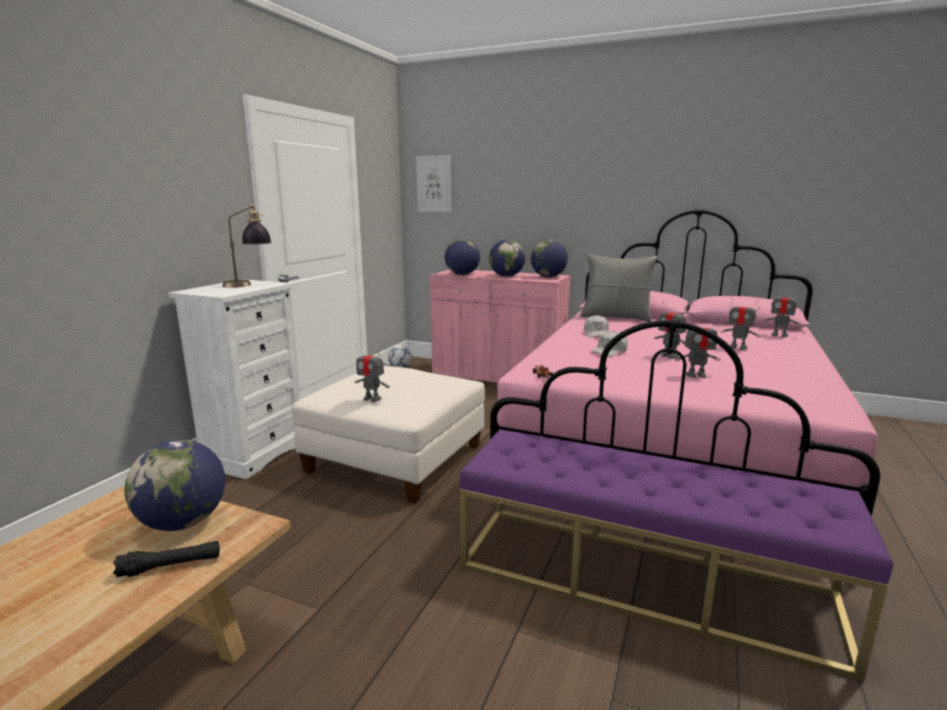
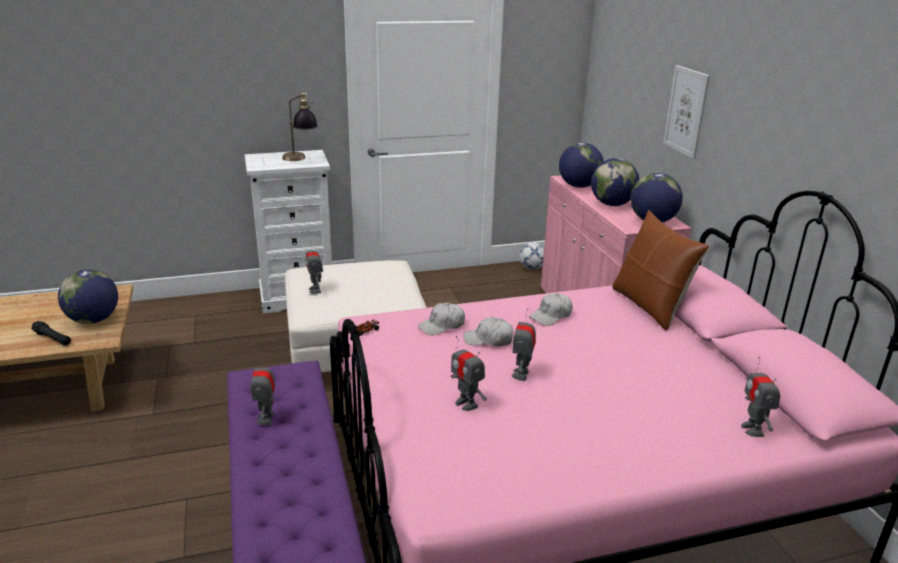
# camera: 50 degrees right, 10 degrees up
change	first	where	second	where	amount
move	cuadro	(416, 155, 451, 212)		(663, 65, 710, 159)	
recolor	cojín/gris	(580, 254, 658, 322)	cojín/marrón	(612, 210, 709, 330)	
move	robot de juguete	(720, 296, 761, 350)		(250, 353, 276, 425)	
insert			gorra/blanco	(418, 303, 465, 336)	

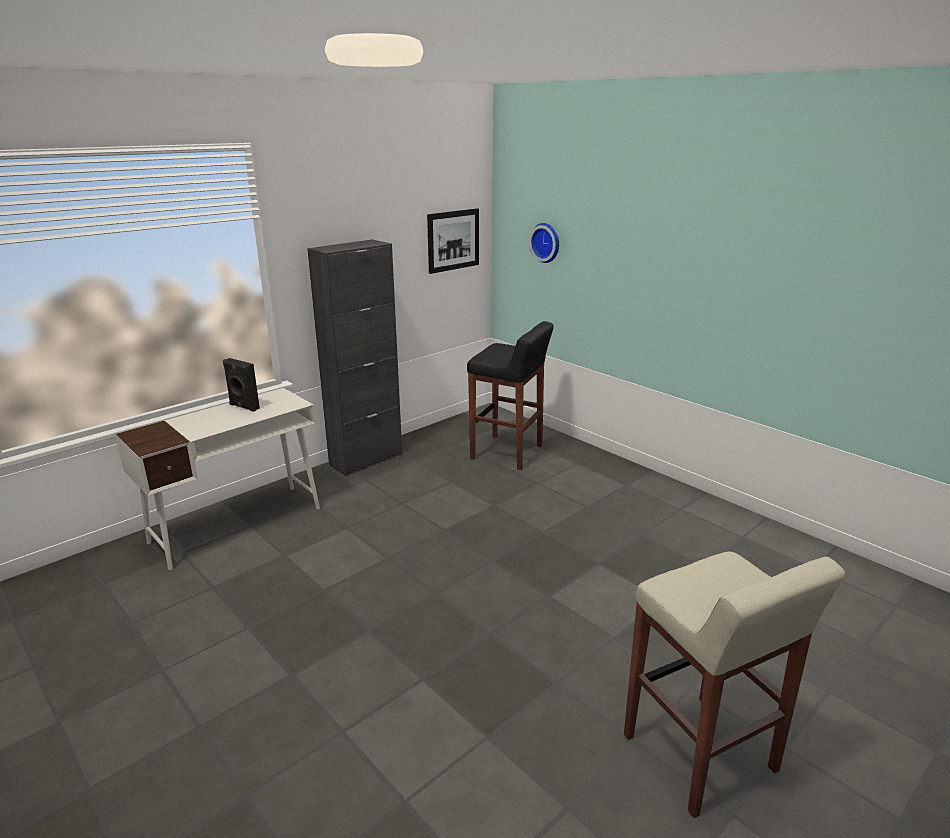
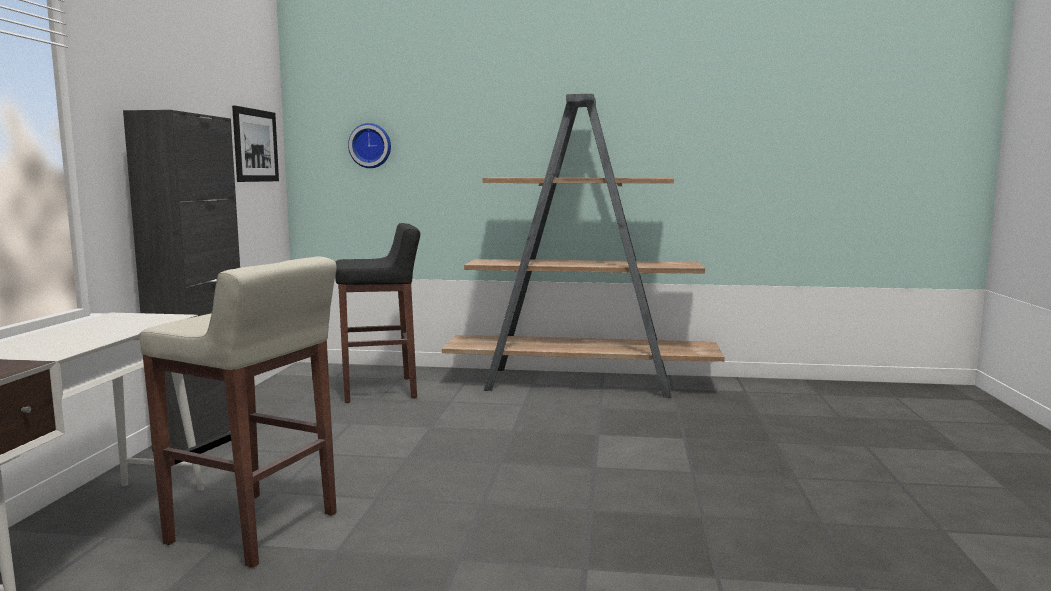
# camera: 40 degrees left, 15 degrees down
change	first	where	second	where	amount
delete	altavoz/negro	(223, 358, 260, 412)			
move	taburete/beis	(624, 552, 845, 818)		(139, 257, 337, 568)	
insert			estantería/marrón	(442, 94, 725, 398)	

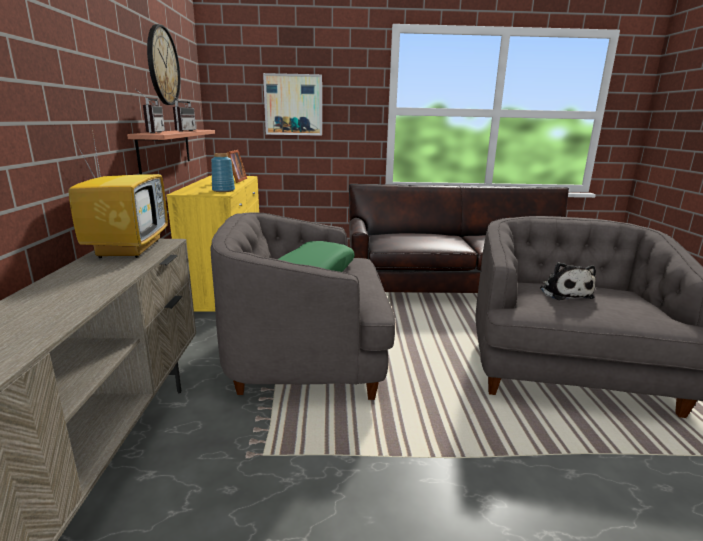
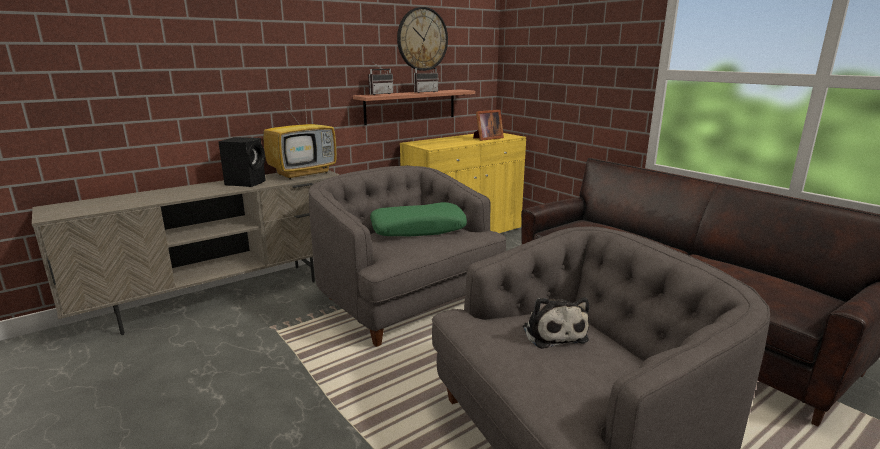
# camera: 55 degrees right, 0 degrees up
change	first	where	second	where	amount
delete	cuadro	(263, 73, 322, 136)			
delete	florero/azul	(211, 153, 235, 192)			
rotate	peluche	(540, 262, 596, 300)		(523, 297, 589, 349)	60 degrees counterclockwise
insert			altavoz/negro	(218, 137, 266, 187)	

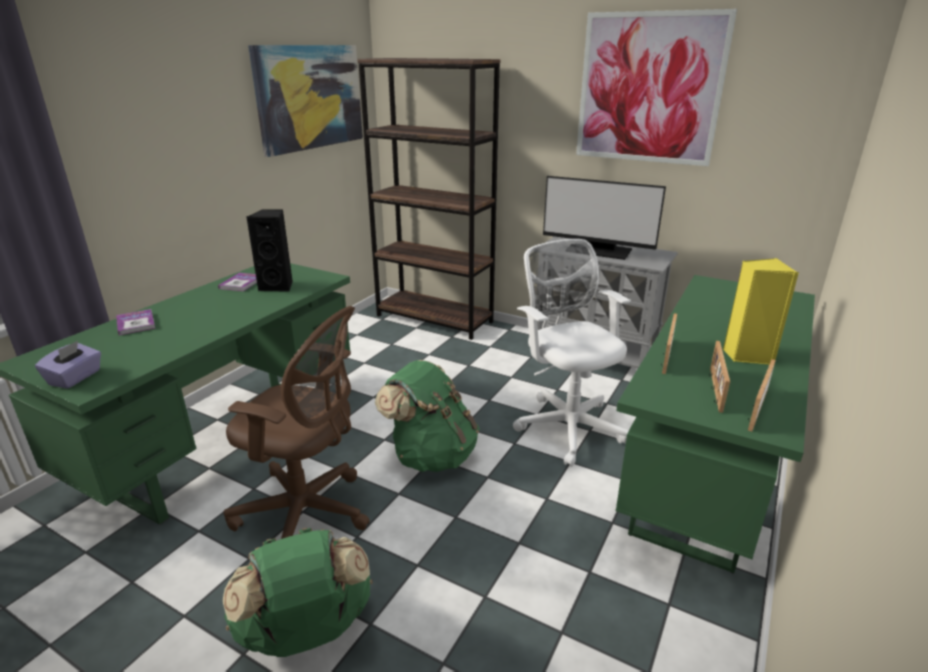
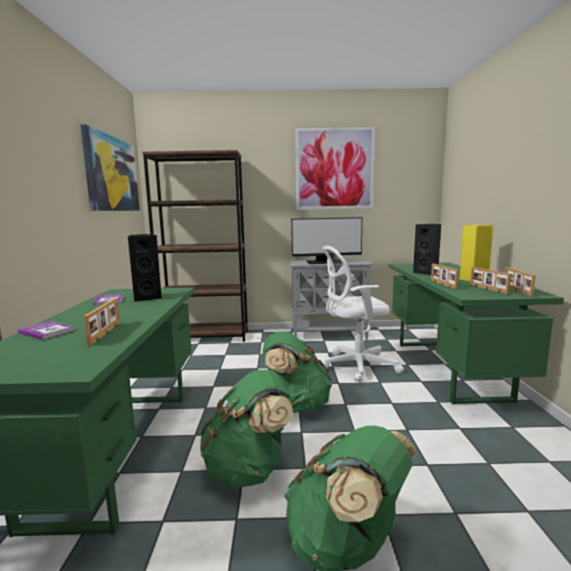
# camera: 30 degrees left, 15 degrees down
change	first	where	second	where	amount
rotate	silla de oficina/blanco	(513, 239, 631, 467)		(322, 246, 404, 382)	45 degrees counterclockwise
replace	silla de oficina/marrón	(223, 306, 370, 539)	mochila/verde	(200, 370, 293, 488)	
delete	caja de pañuelos/morado	(35, 341, 101, 389)			
insert			altavoz/negro	(413, 224, 441, 275)	
insert			portarretratos	(84, 298, 120, 346)	

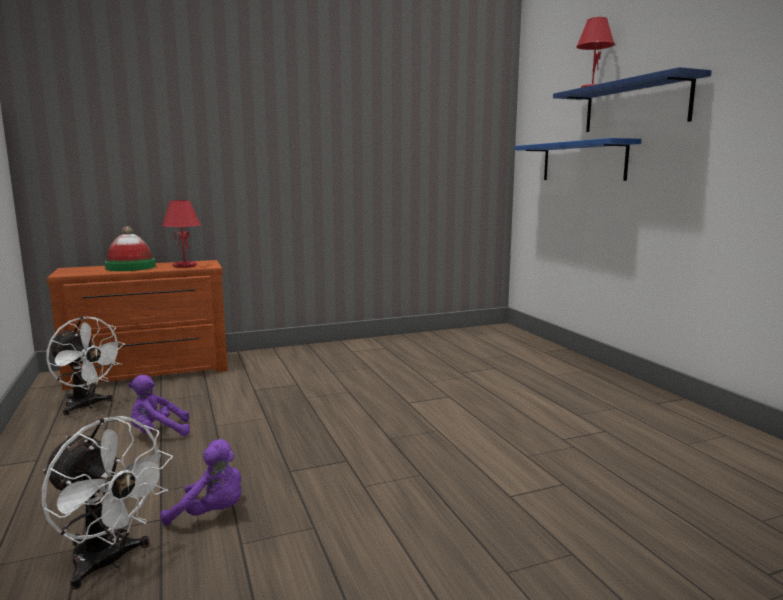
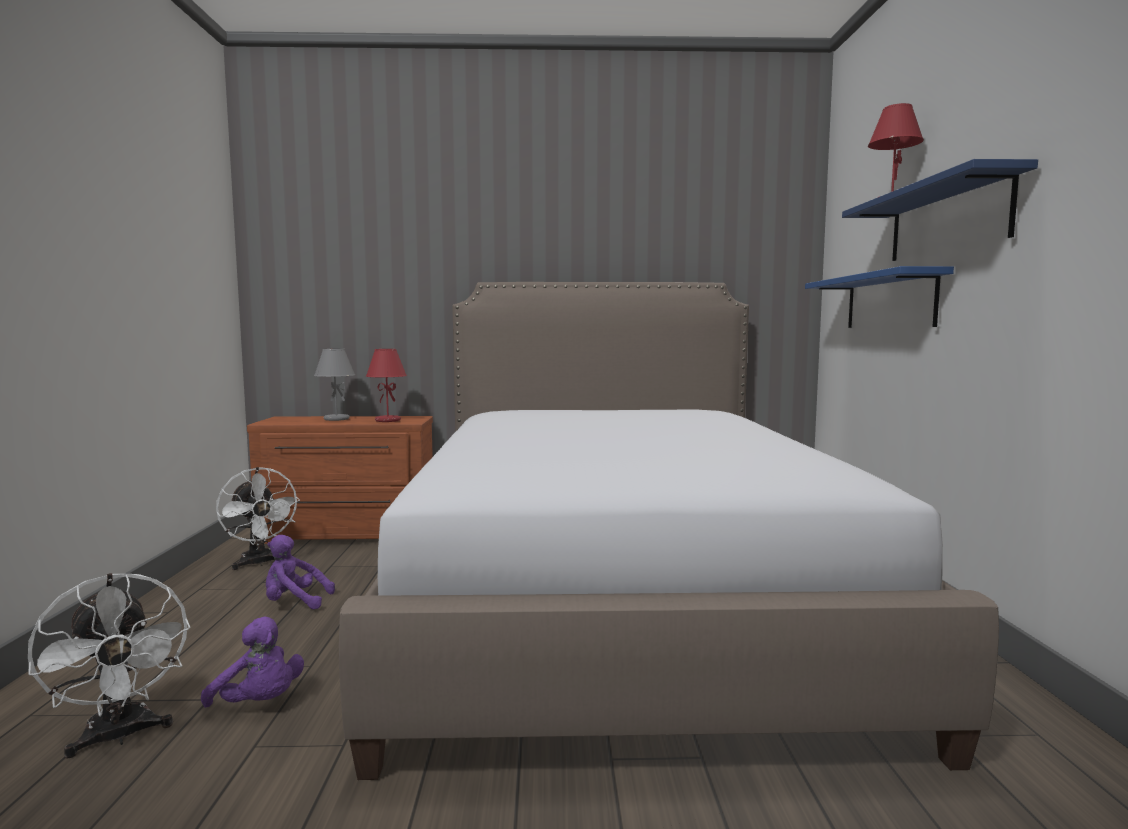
# camera: 20 degrees right, 5 degrees down
change	first	where	second	where	amount
replace	sombrero	(105, 226, 156, 271)	lámpara de mesa/gris	(314, 348, 355, 421)	
insert			cama	(339, 282, 999, 780)	

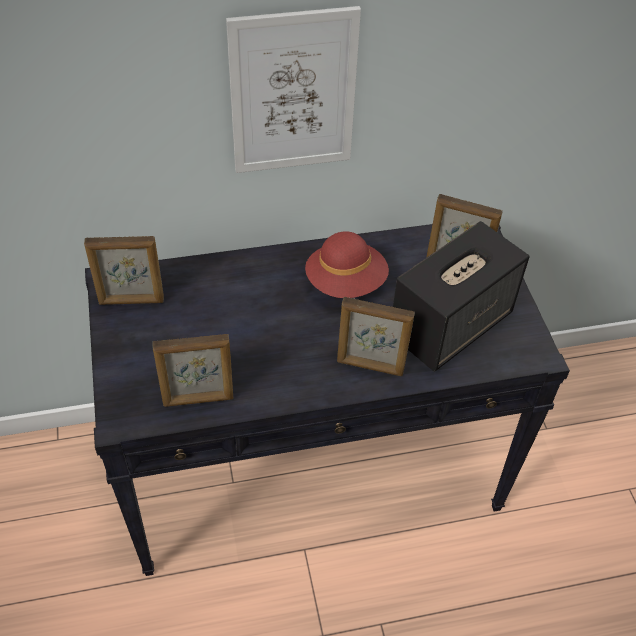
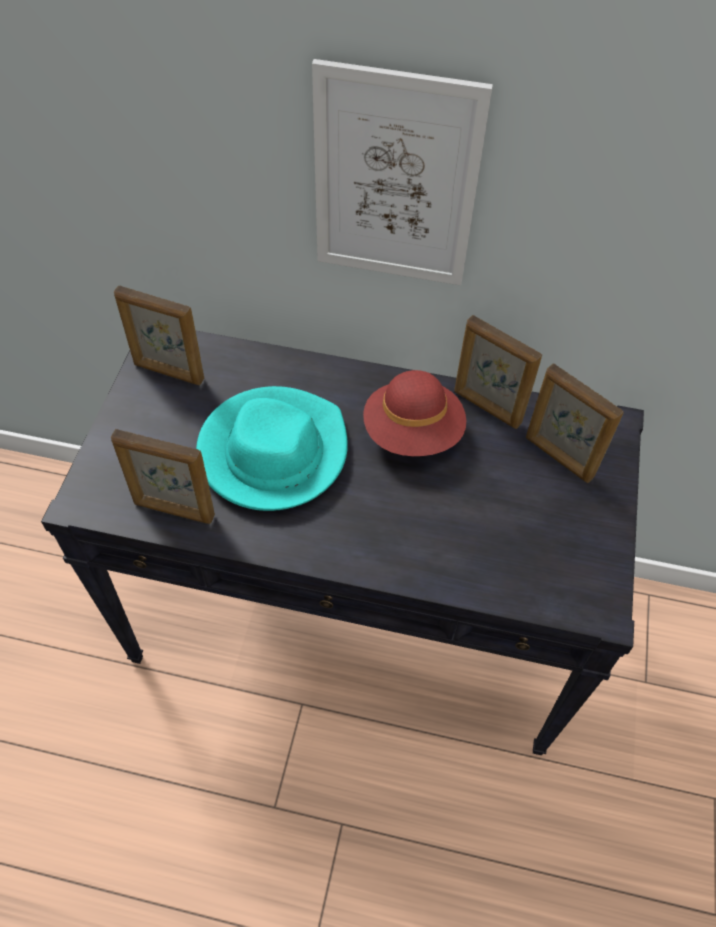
# camera: 25 degrees right, 5 degrees up
change	first	where	second	where	amount
delete	altavoz	(393, 221, 530, 372)			
move	portarretratos	(337, 297, 415, 376)		(454, 315, 542, 429)	
insert			sombrero/turquesa	(196, 386, 348, 511)	

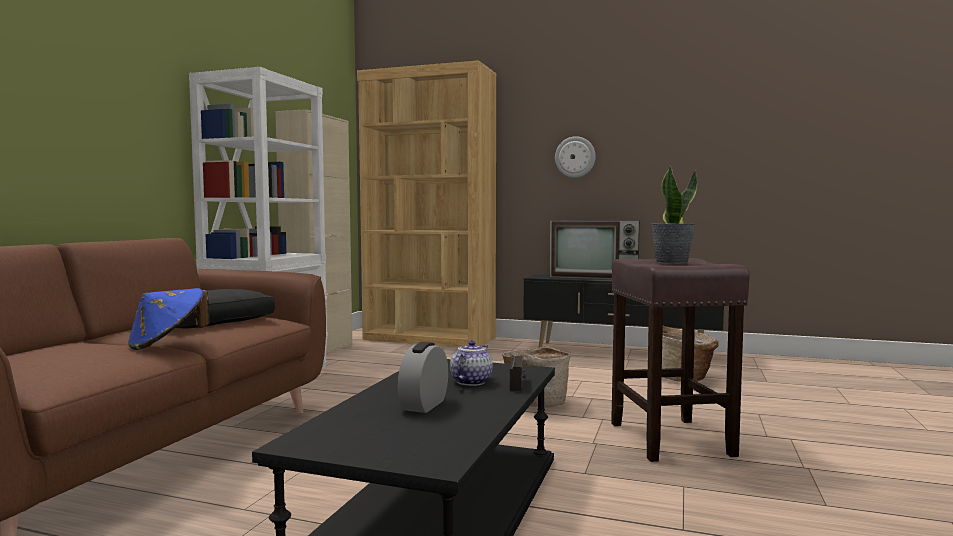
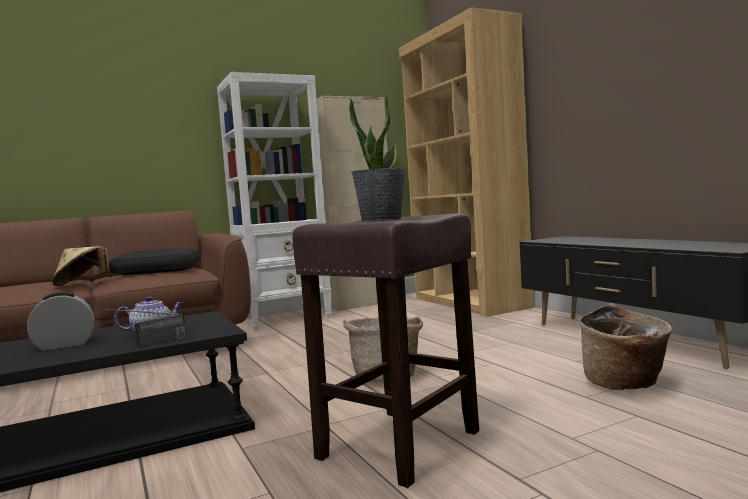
# camera: 45 degrees right, 0 degrees up
change	first	where	second	where	amount
delete	reloj de pared	(555, 136, 596, 178)			
delete	televisor	(550, 220, 640, 279)			
recolor	sombrero/azul	(128, 288, 210, 350)	sombrero/beis	(52, 246, 109, 286)	

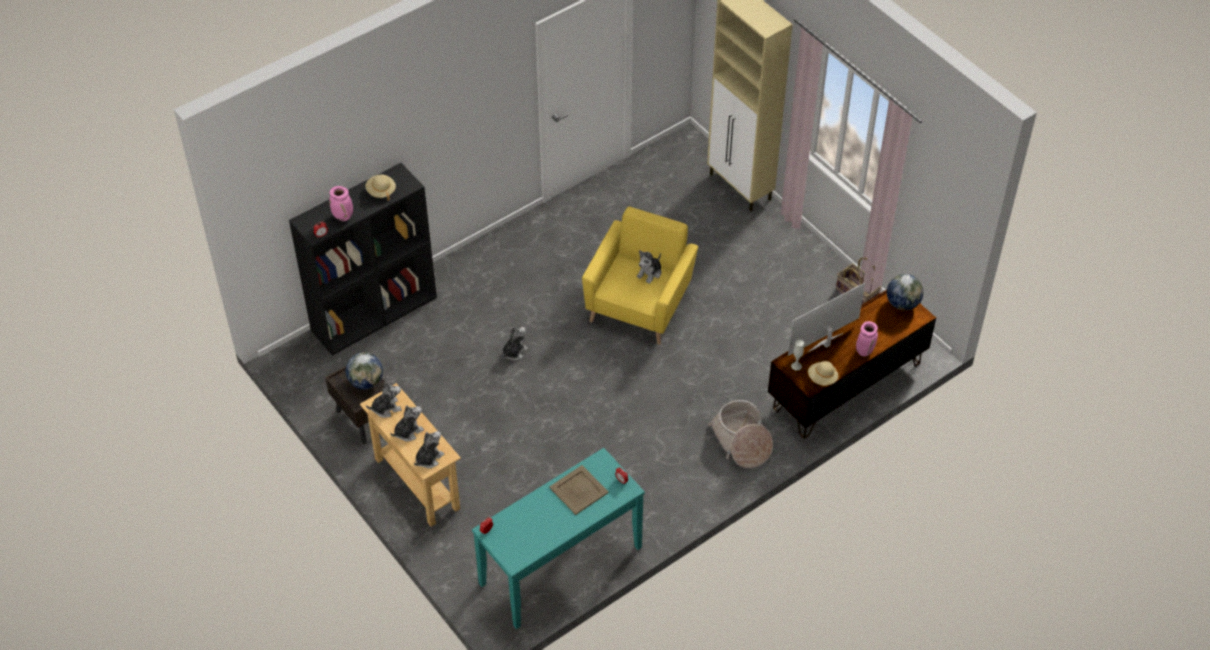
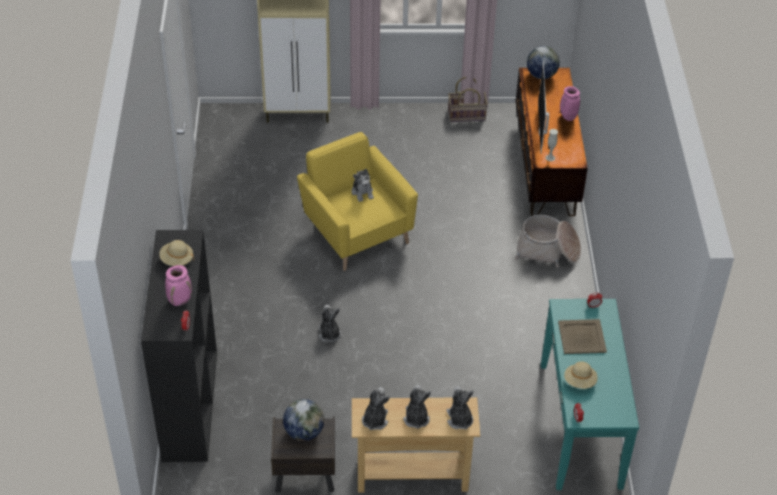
# camera: 55 degrees left, 5 degrees down
change	first	where	second	where	amount
move	sombrero/beis	(808, 361, 838, 386)		(564, 361, 598, 389)	

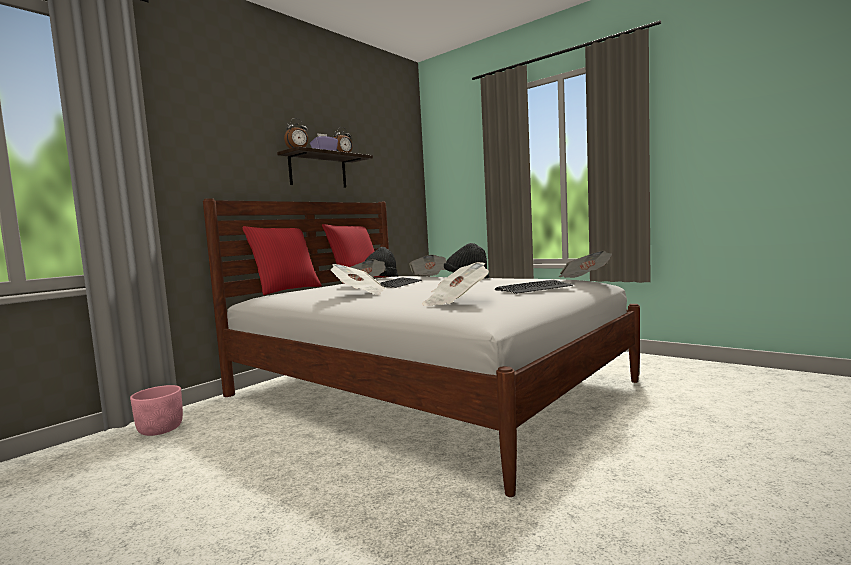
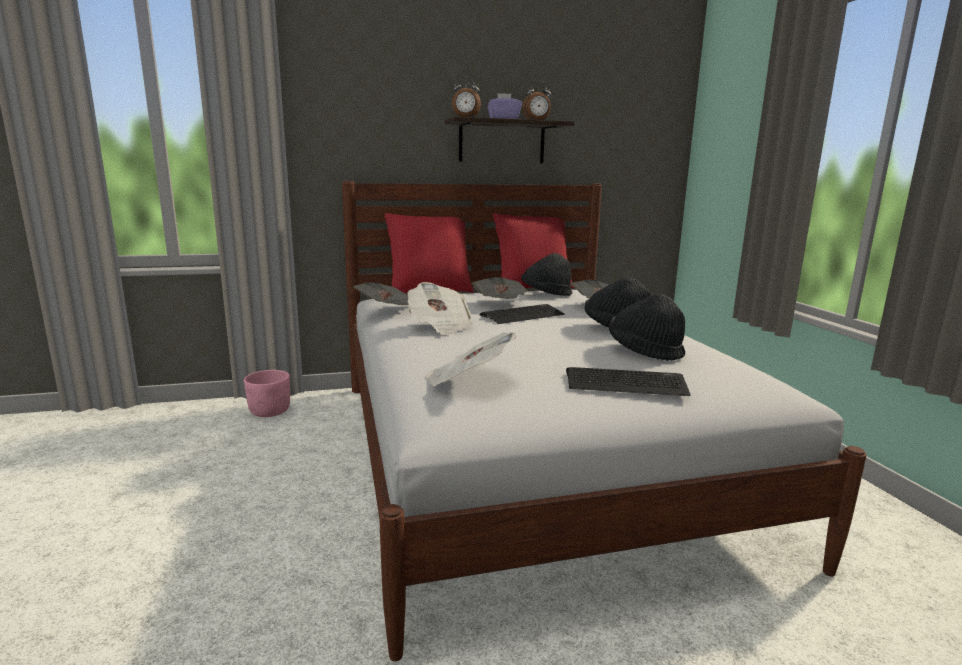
# camera: 35 degrees right, 10 degrees up
change	first	where	second	where	amount
move	periódico	(559, 251, 612, 278)		(353, 282, 409, 305)	
insert			sombrero/negro	(609, 294, 685, 361)	

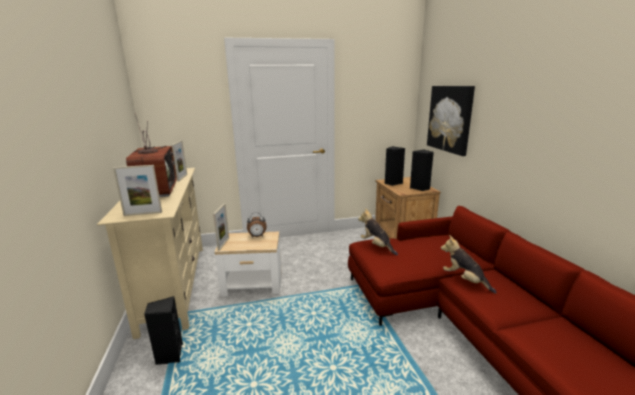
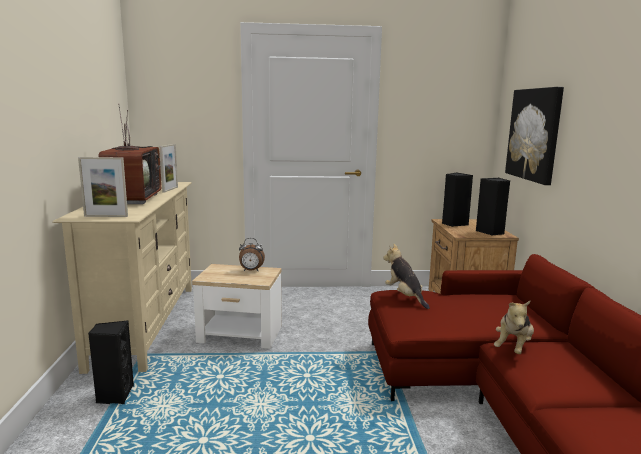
# camera: 10 degrees right, 5 degrees down
change	first	where	second	where	amount
delete	portarretratos	(213, 204, 229, 251)			
rotate	peluche	(441, 235, 497, 293)		(494, 301, 534, 354)	120 degrees counterclockwise

